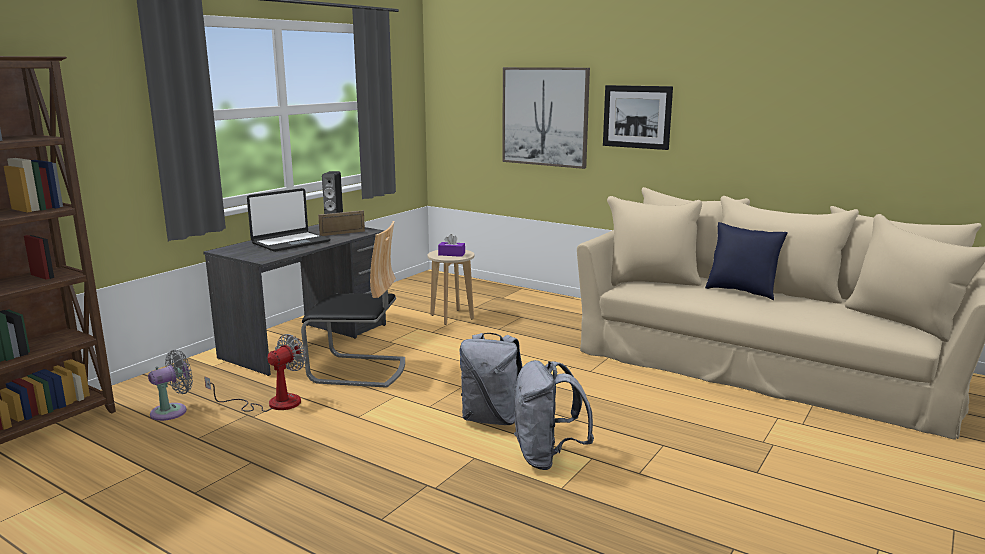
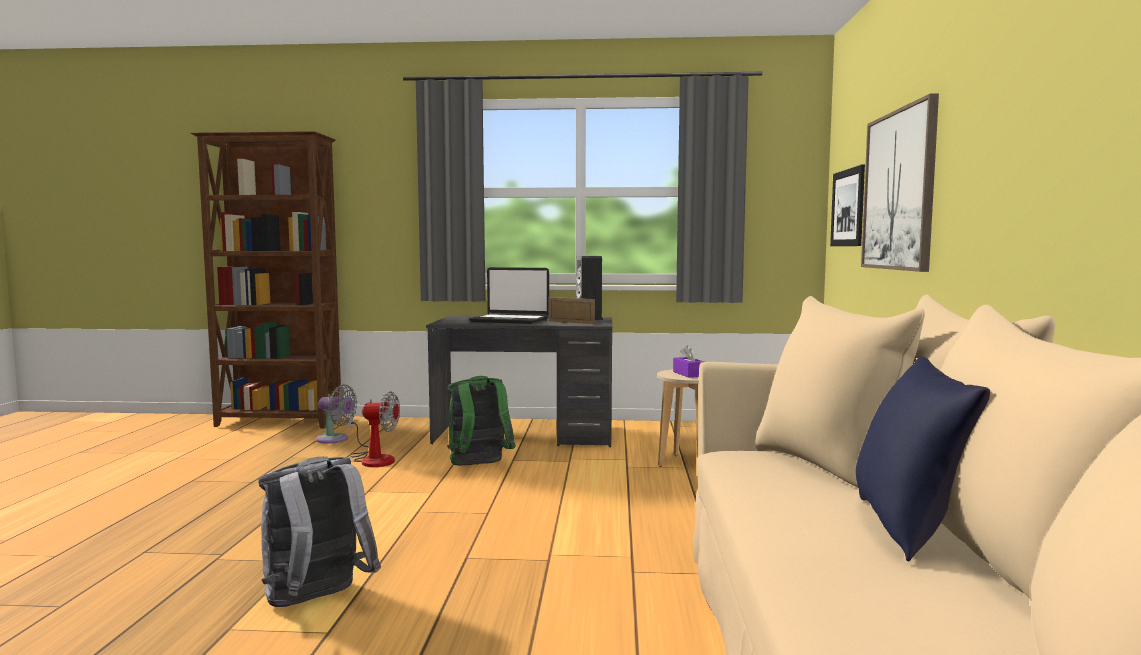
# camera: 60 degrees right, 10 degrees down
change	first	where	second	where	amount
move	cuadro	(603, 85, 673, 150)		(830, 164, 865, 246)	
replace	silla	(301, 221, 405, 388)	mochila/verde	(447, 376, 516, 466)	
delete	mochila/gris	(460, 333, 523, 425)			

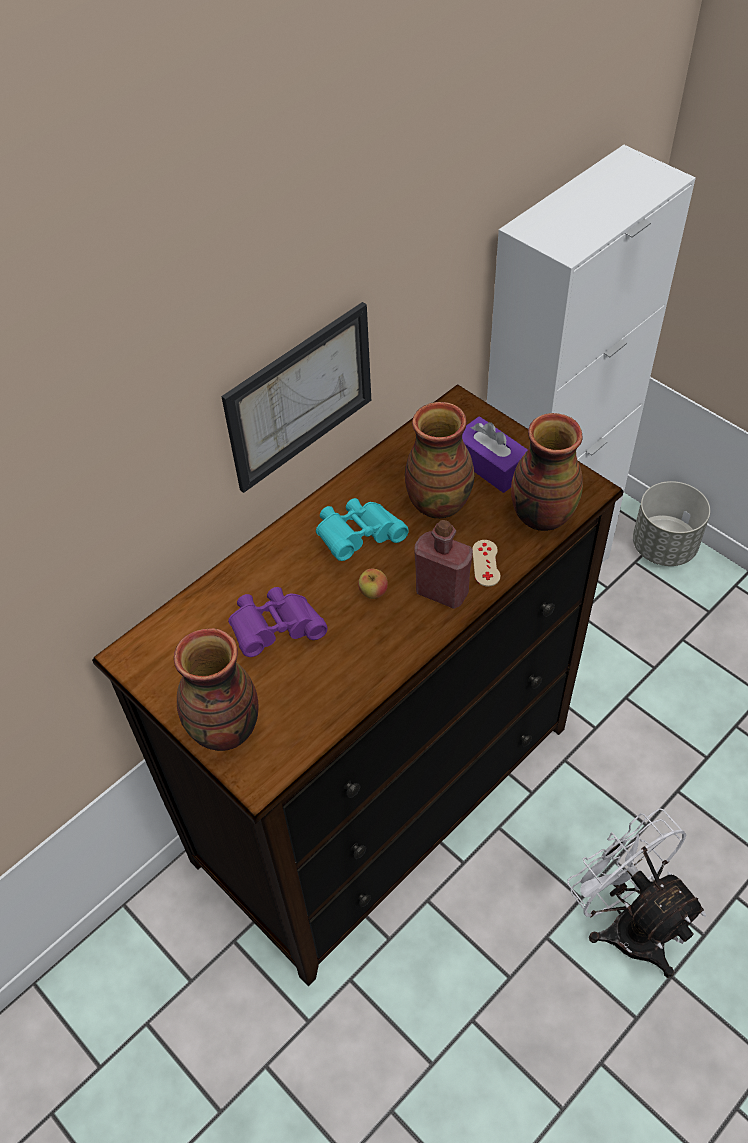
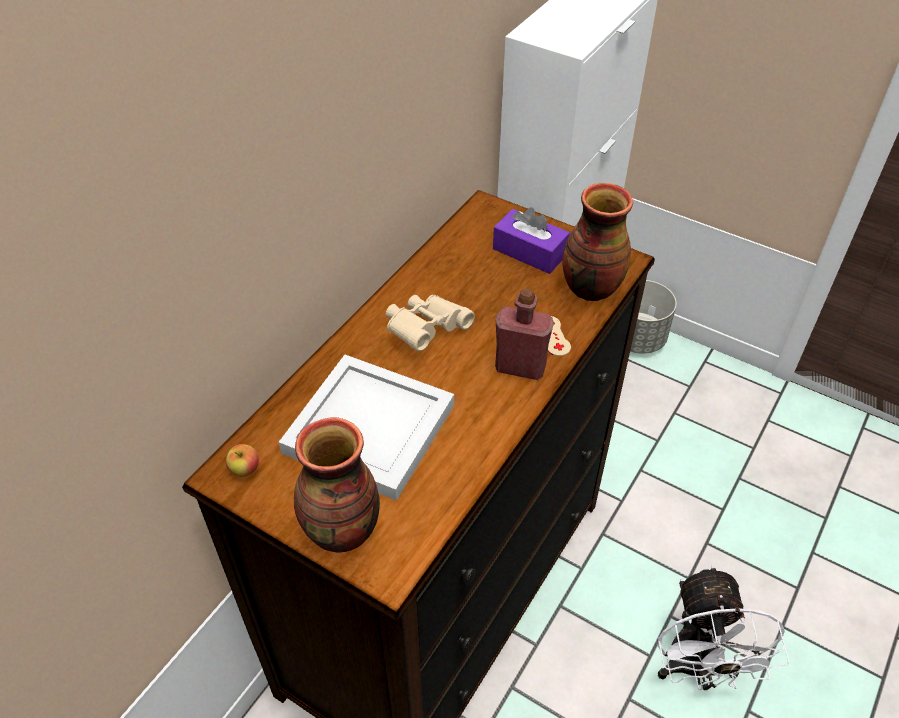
# camera: 15 degrees left, 5 degrees down
change	first	where	second	where	amount
delete	cuadro	(221, 302, 371, 493)			
delete	florero	(405, 402, 474, 519)			
recolor	prismáticos/turquesa	(316, 498, 409, 561)	prismáticos/beis	(386, 295, 475, 351)	
move	manzana	(358, 568, 388, 599)		(226, 444, 259, 477)	
replace	prismáticos/morado	(228, 587, 328, 657)	bandeja/blanco	(279, 355, 454, 501)	
rotate	ventilador/blanco	(567, 808, 706, 978)		(658, 565, 789, 690)	135 degrees counterclockwise

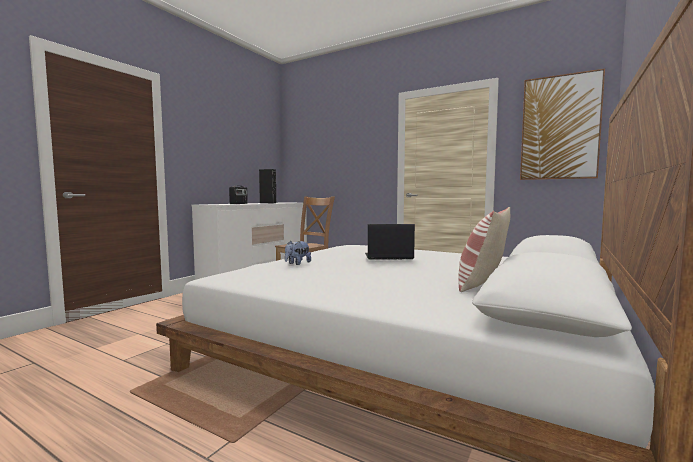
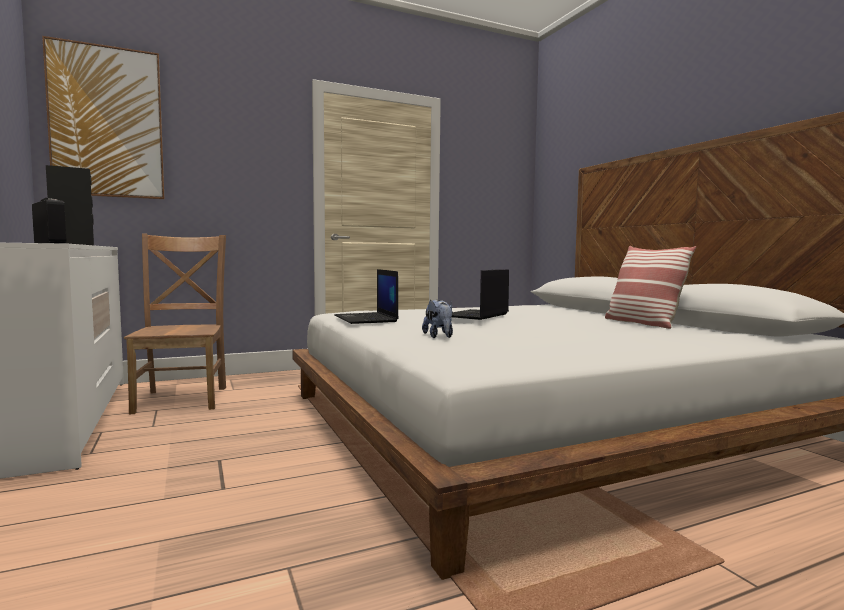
# camera: 55 degrees left, 0 degrees up
change	first	where	second	where	amount
move	cuadro	(520, 68, 605, 180)		(42, 36, 164, 199)	
insert			portátil	(335, 269, 399, 324)	

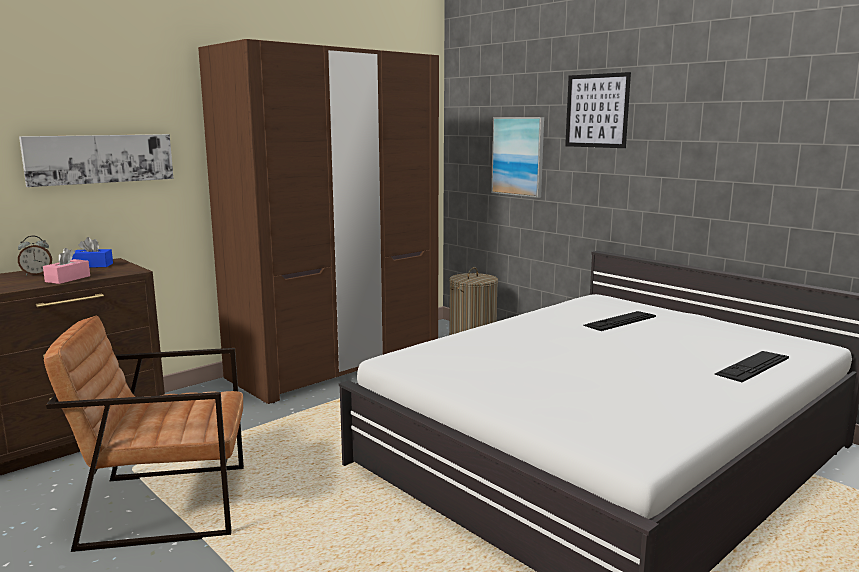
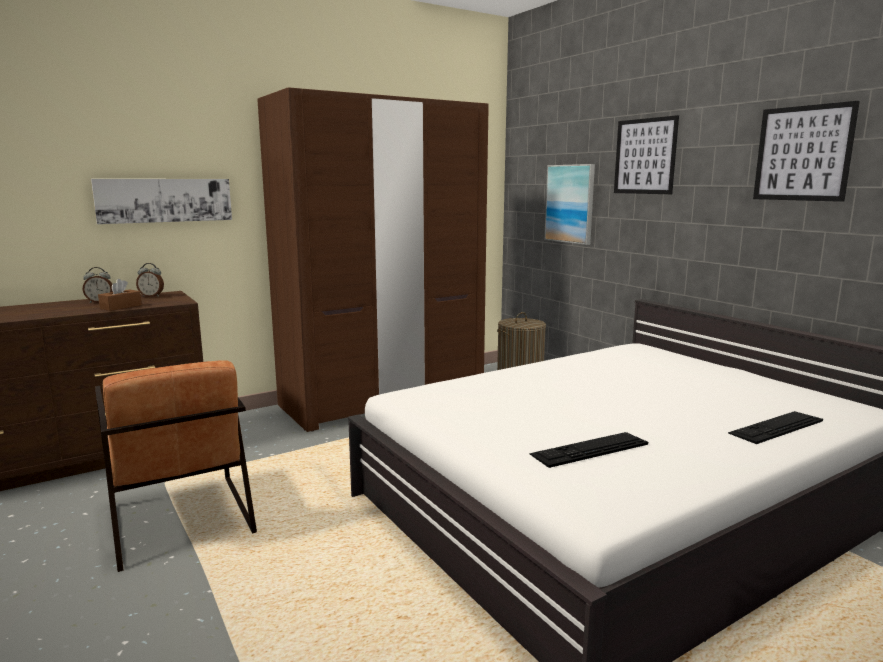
# camera: 10 degrees right, 0 degrees up
change	first	where	second	where	amount
replace	caja de pañuelos/azul	(71, 237, 113, 268)	despertador	(136, 263, 164, 297)	
recolor	caja de pañuelos/rosa	(43, 248, 90, 284)	caja de pañuelos/marrón	(98, 279, 142, 311)	
move	teclado	(583, 311, 656, 331)		(530, 432, 648, 468)	
rotate	sillón/marrón	(44, 316, 244, 552)		(95, 360, 257, 572)	120 degrees counterclockwise
insert			cuadro	(753, 101, 860, 202)	

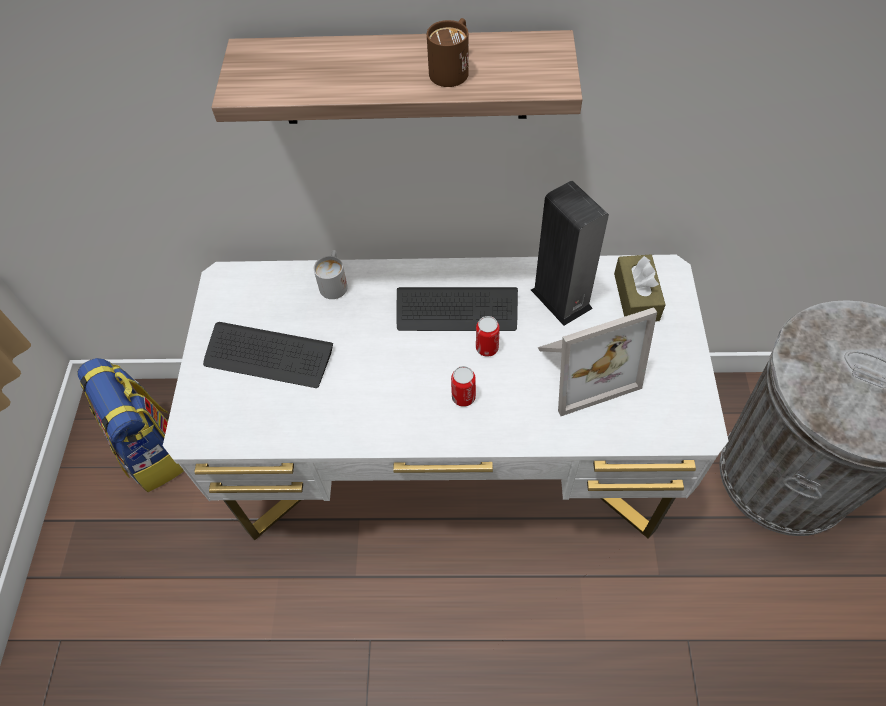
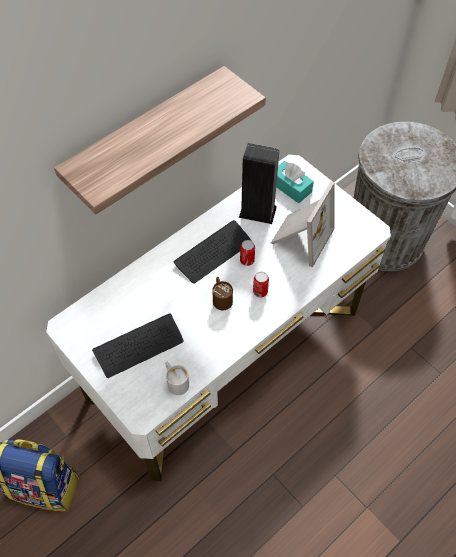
# camera: 45 degrees left, 0 degrees up
change	first	where	second	where	amount
move	taza grande/marrón	(427, 18, 469, 87)		(212, 277, 233, 311)	
move	taza grande/blanco	(314, 250, 348, 299)		(165, 362, 189, 395)	
recolor	caja de pañuelos/marrón	(614, 254, 666, 322)	caja de pañuelos/turquesa	(276, 161, 314, 203)	

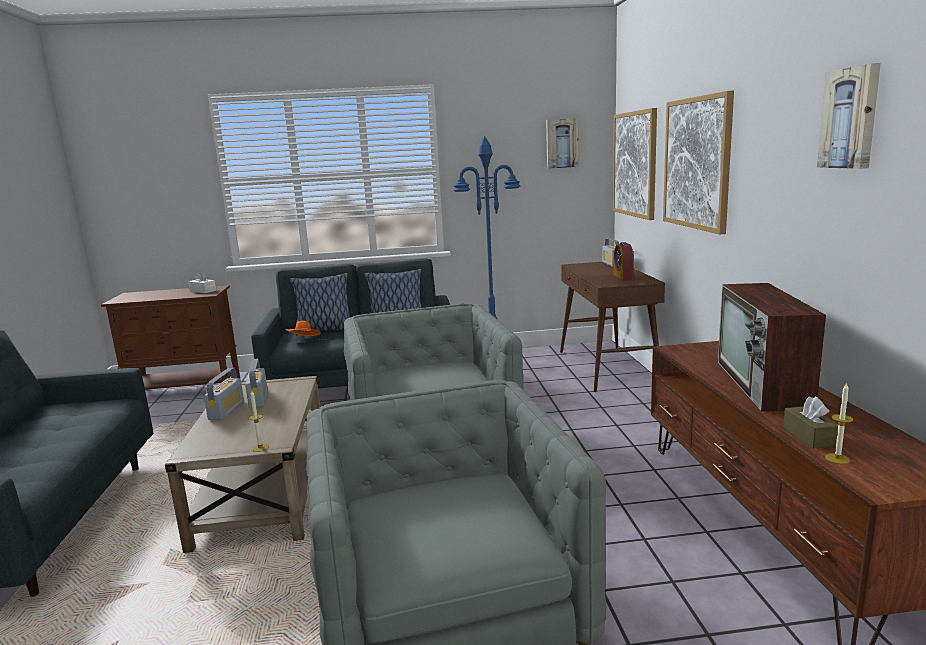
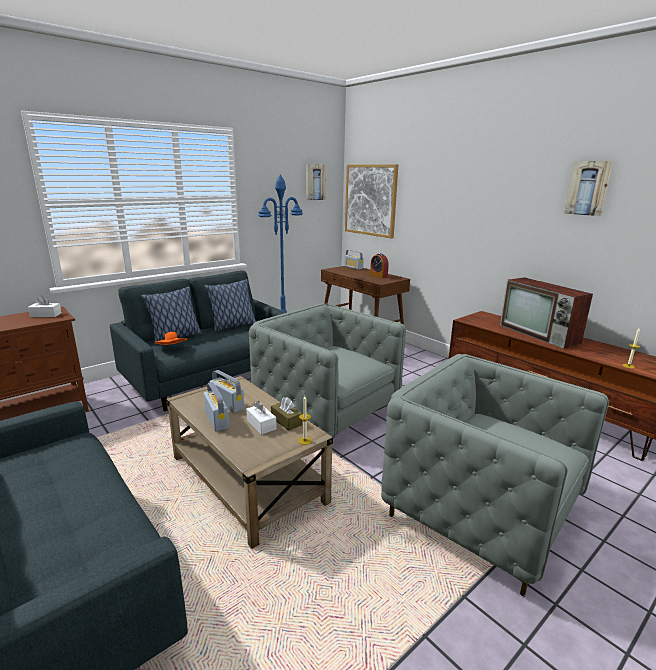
# camera: 35 degrees left, 5 degrees up
change	first	where	second	where	amount
delete	cuadro	(663, 90, 734, 234)			
move	caja de pañuelos/marrón	(783, 396, 838, 449)		(271, 397, 302, 431)	
insert			caja de pañuelos/blanco	(246, 401, 277, 435)	

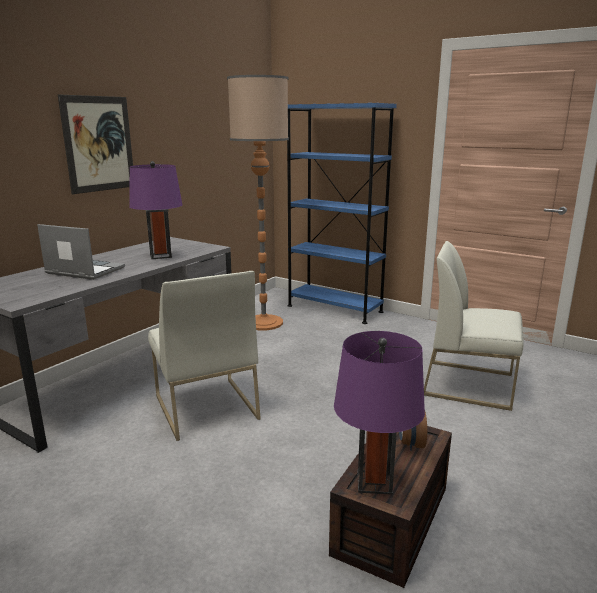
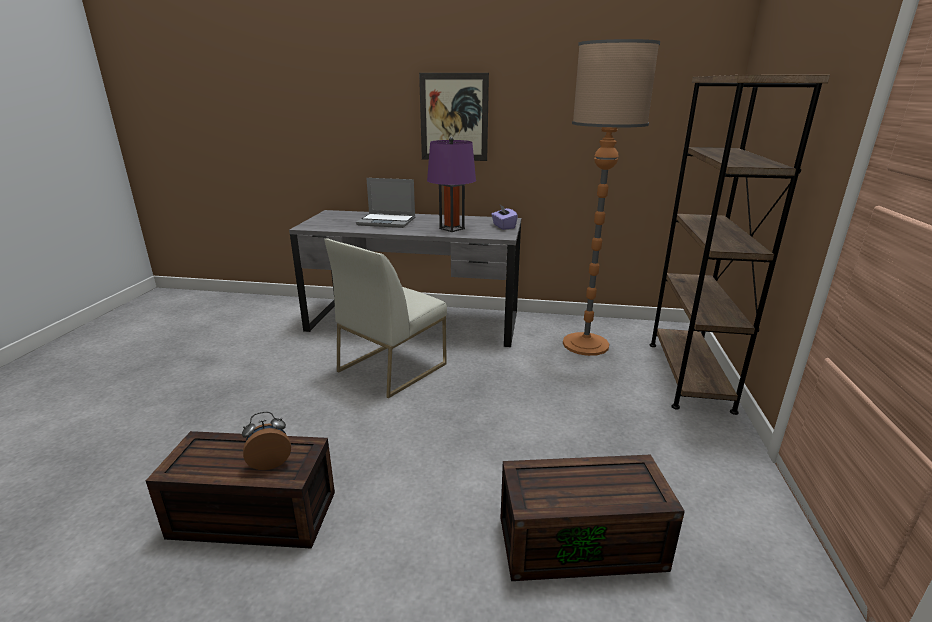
# camera: 65 degrees right, 5 degrees up
change	first	where	second	where	amount
recolor	estantería/azul	(287, 103, 397, 324)	estantería/marrón	(649, 75, 830, 415)	
rotate	portátil	(37, 224, 125, 280)		(356, 178, 415, 228)	105 degrees clockwise
replace	silla/blanco	(424, 241, 524, 411)	caja de almacenaje/marrón	(501, 455, 685, 581)	
delete	lámpara de mesa/morado	(334, 331, 425, 495)			
insert			caja de pañuelos/morado	(491, 205, 518, 230)	

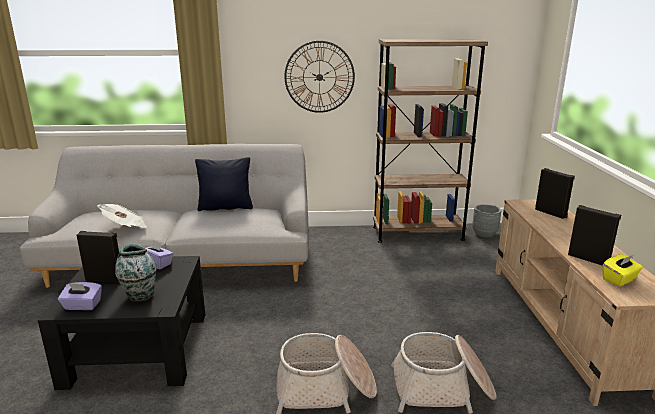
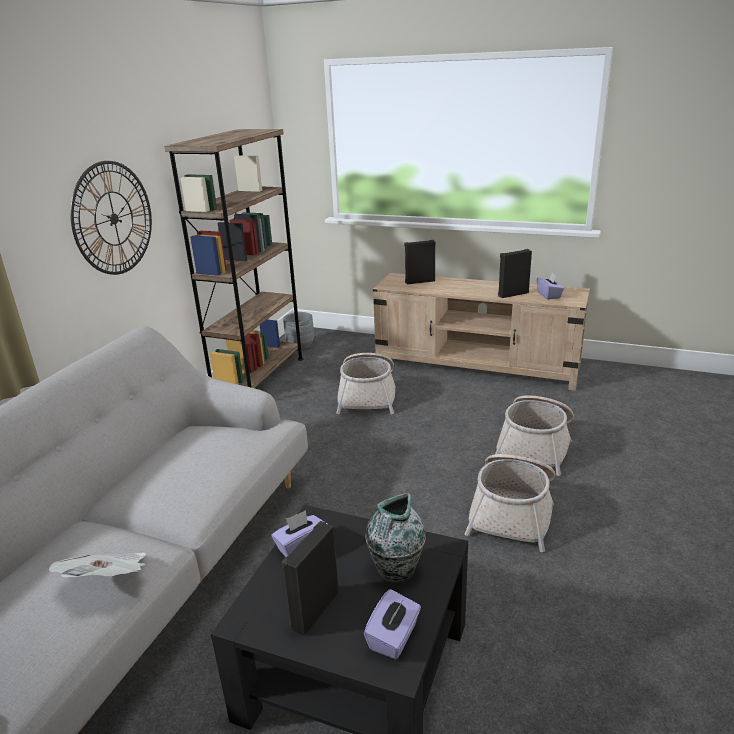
# camera: 65 degrees left, 5 degrees up
change	first	where	second	where	amount
delete	cojín/negro	(195, 157, 253, 211)			
recolor	caja de pañuelos/amarillo	(603, 254, 643, 286)	caja de pañuelos/morado	(537, 273, 564, 300)	
insert			cesta	(336, 353, 396, 414)	

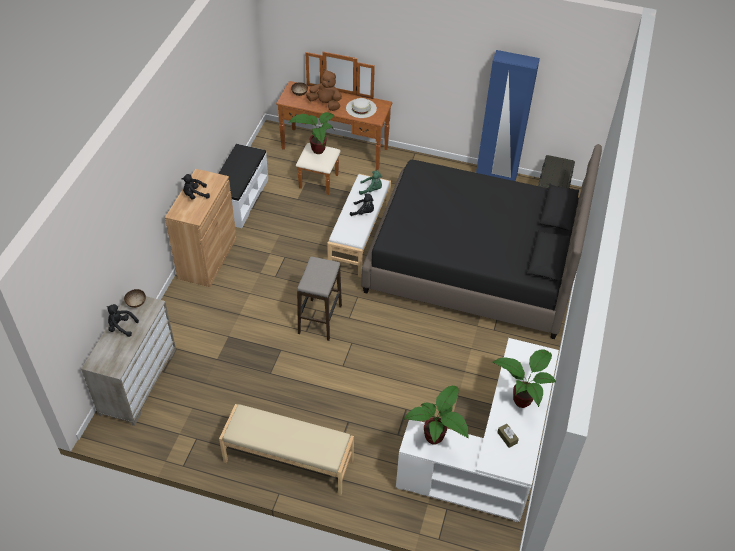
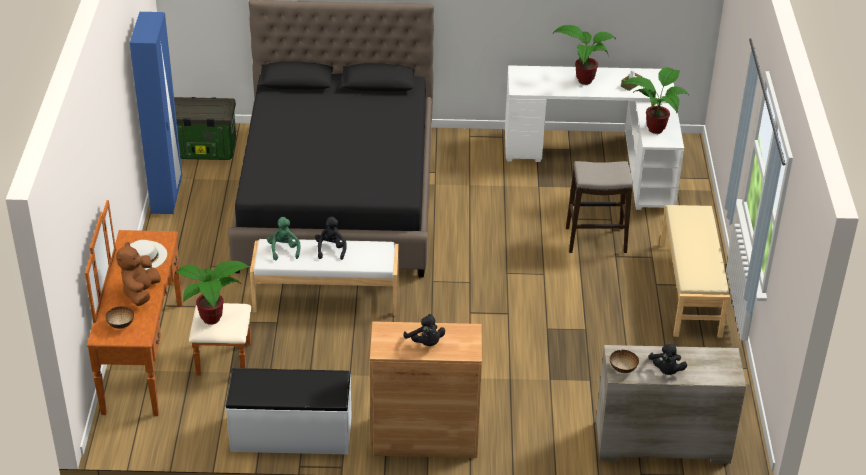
# camera: 105 degrees left, 10 degrees down
change	first	where	second	where	amount
move	taburete	(297, 256, 342, 341)		(566, 161, 633, 253)	

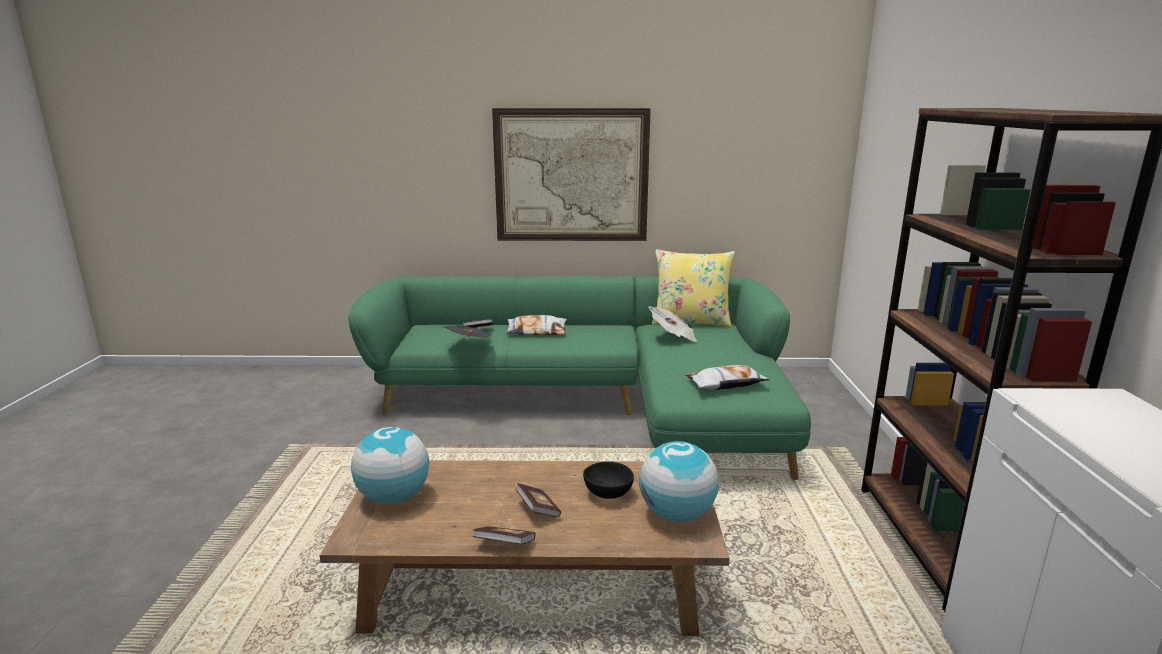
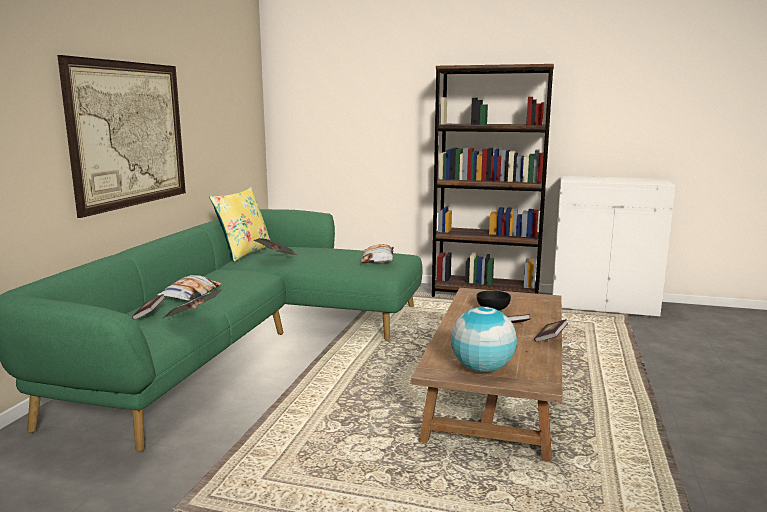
# camera: 75 degrees left, 5 degrees down
change	first	where	second	where	amount
delete	globo terráqueo	(639, 441, 719, 522)			

